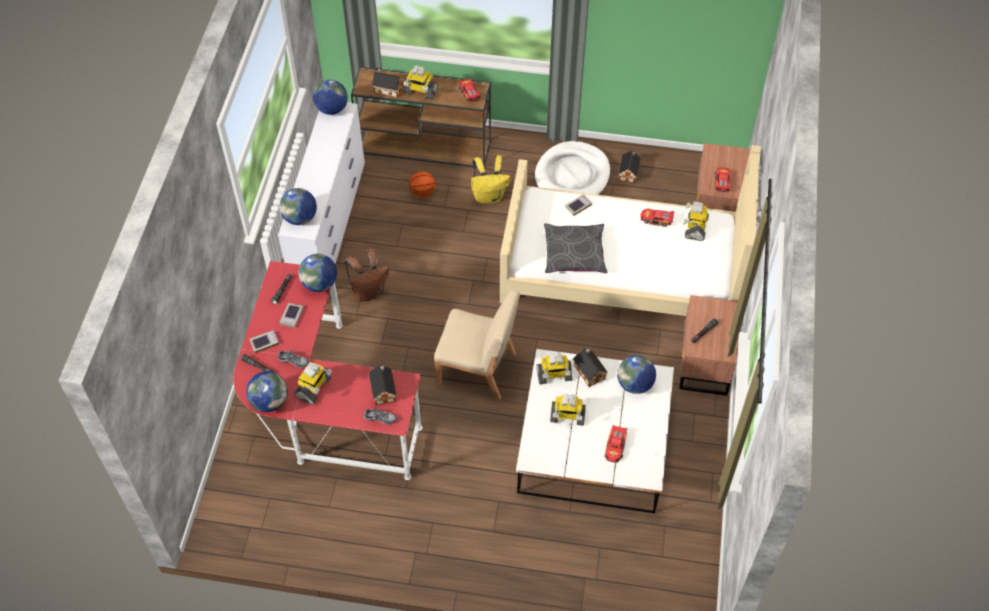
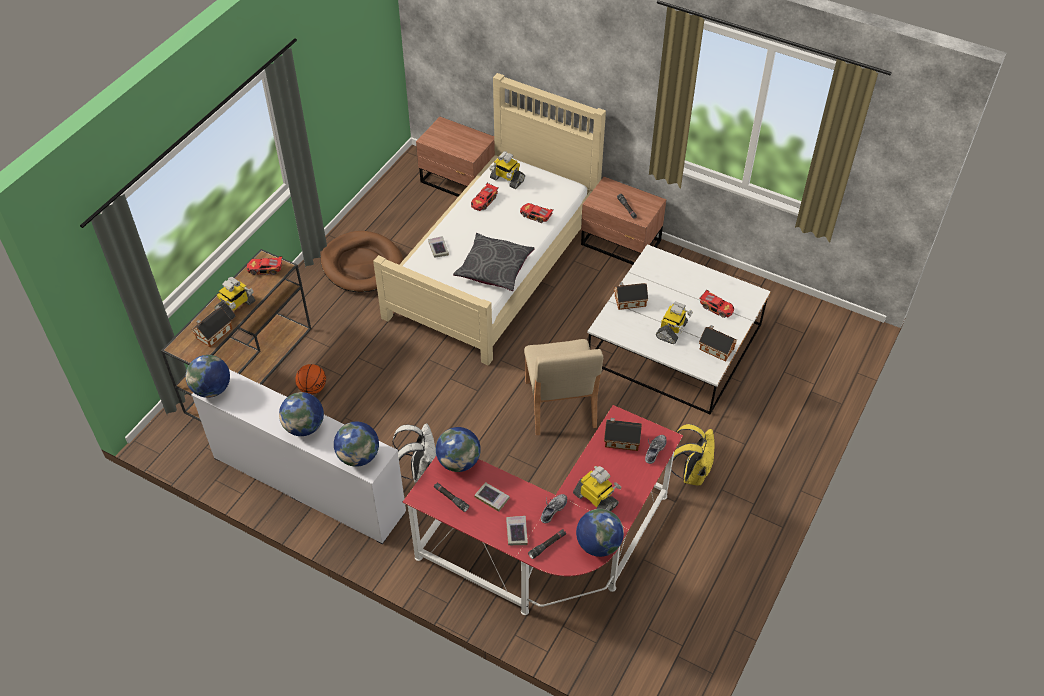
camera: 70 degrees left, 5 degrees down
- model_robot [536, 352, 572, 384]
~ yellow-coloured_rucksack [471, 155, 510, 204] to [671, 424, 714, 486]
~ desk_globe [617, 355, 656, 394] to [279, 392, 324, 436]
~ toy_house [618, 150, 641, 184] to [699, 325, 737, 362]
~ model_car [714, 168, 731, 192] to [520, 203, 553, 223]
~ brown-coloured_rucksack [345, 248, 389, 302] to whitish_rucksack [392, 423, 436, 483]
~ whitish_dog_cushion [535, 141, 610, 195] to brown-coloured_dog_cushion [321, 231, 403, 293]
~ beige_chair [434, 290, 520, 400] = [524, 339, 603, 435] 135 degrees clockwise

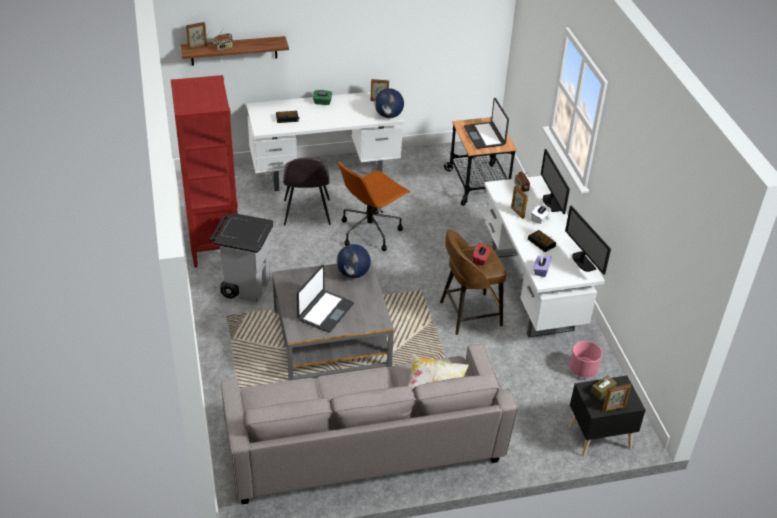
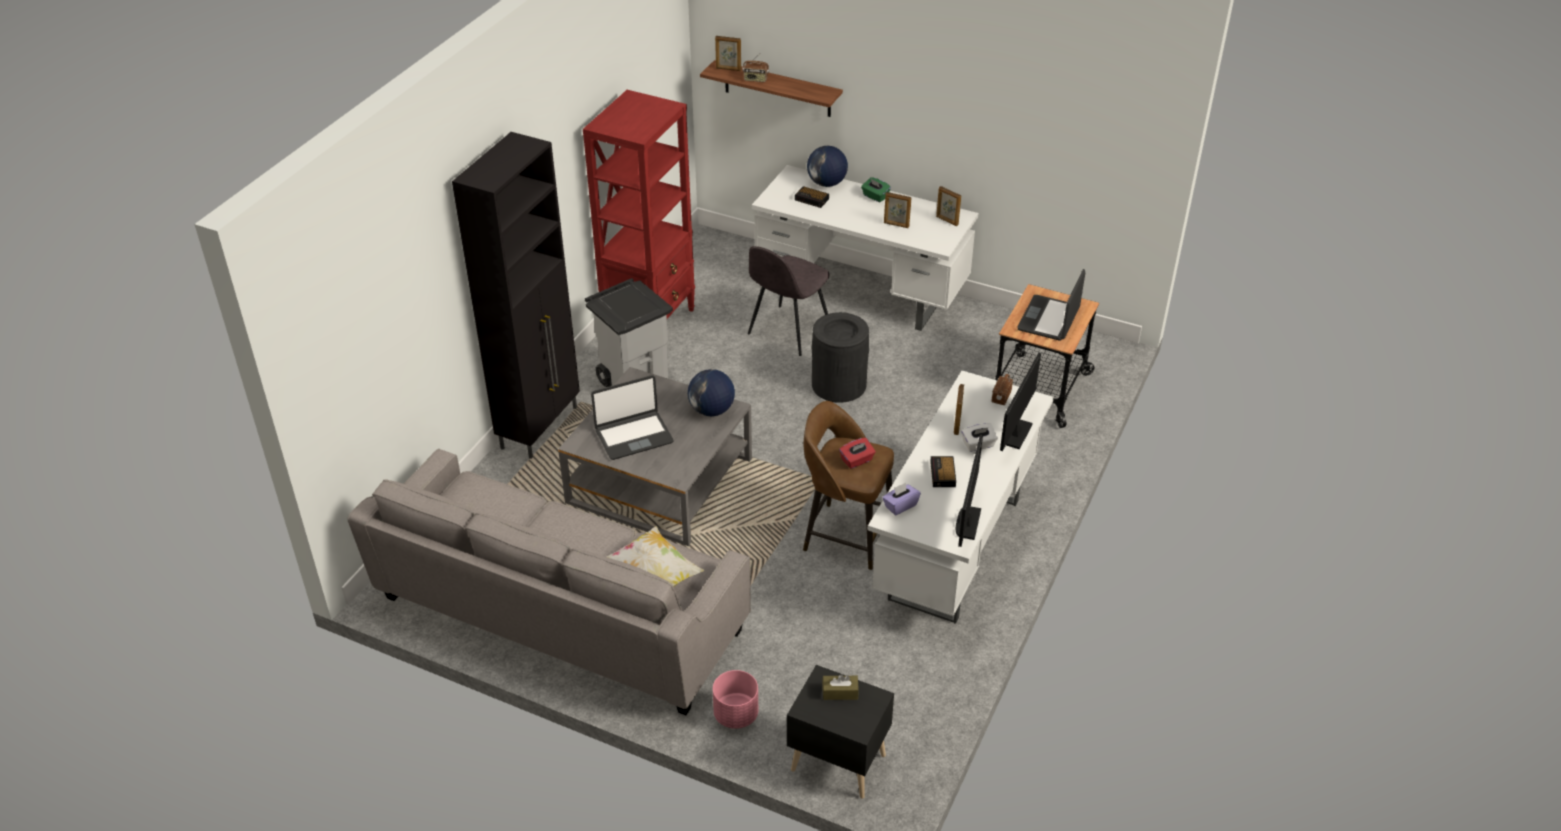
camera: 40 degrees right, 0 degrees up
+ blackish_cabinet [452, 132, 580, 459]
~ desk_globe [374, 89, 404, 118] to [807, 146, 848, 187]
~ pink-coloured_flower_pot [570, 341, 602, 378] to [713, 670, 758, 729]
~ standing_frame [602, 384, 631, 412] to [884, 192, 911, 228]
~ brown-coloured_computer_chair [338, 161, 410, 251] to blackish_rubbish_bin [812, 312, 869, 403]

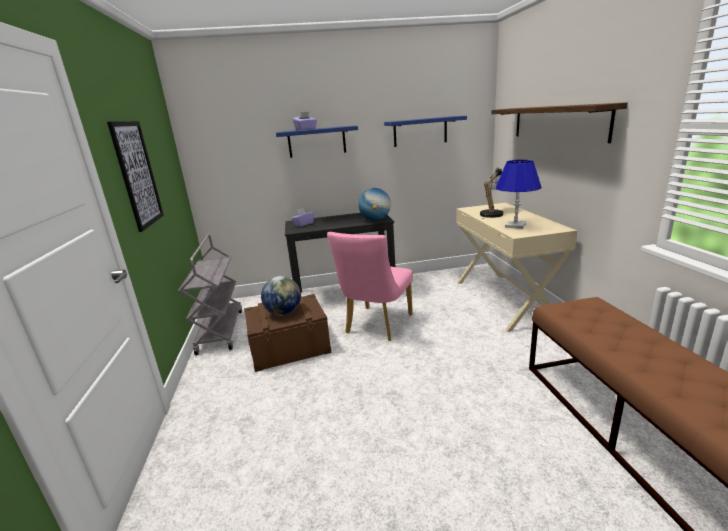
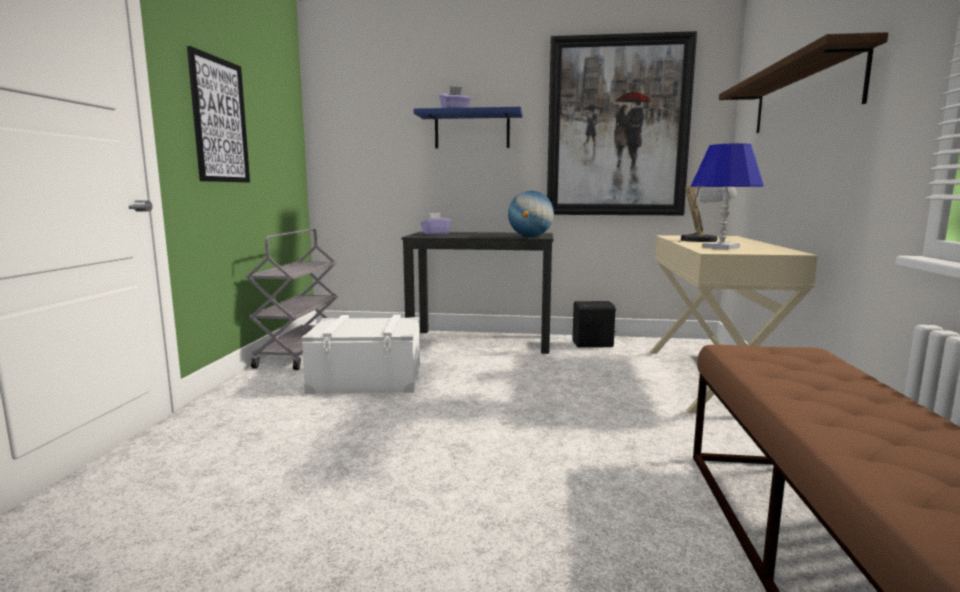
camera: 15 degrees right, 10 degrees down
- desk_globe [261, 276, 301, 316]
- pink-coloured_chair [327, 232, 413, 341]
+ blackish_loudspeaker [573, 301, 617, 347]
~ blue_bracket_shelf [384, 116, 467, 147] to wall_art [547, 31, 697, 215]
~ brown-coloured_storage_bin [244, 294, 331, 372] to whitish_storage_bin [301, 314, 420, 394]

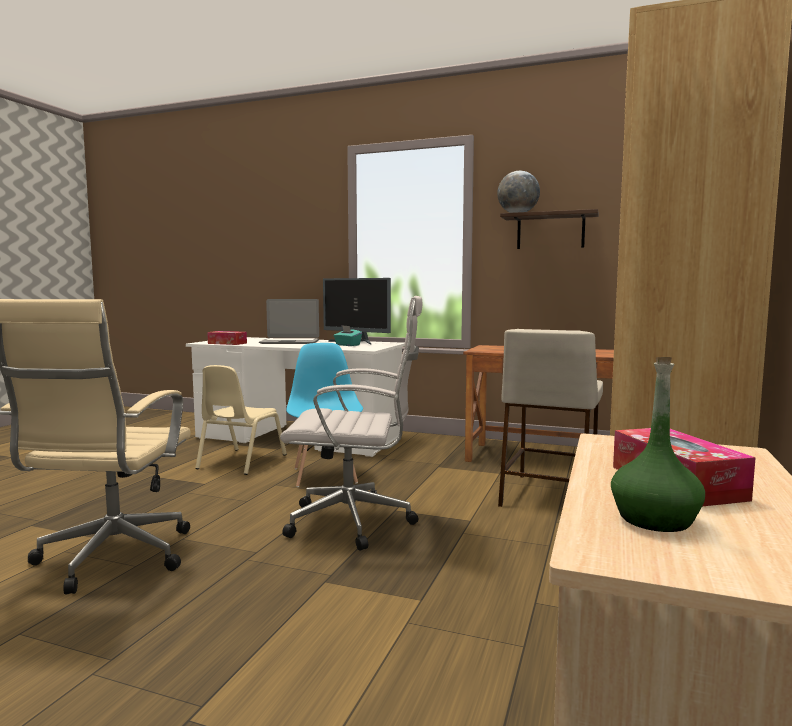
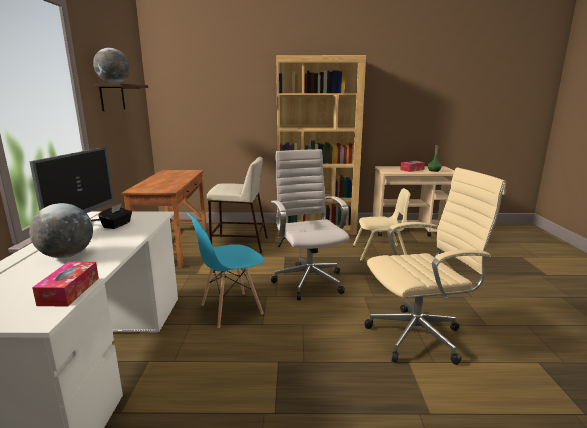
camera: 110 degrees left, 10 degrees up
~ beige_chair [195, 365, 287, 475] to [353, 188, 410, 261]
~ laptop [259, 299, 319, 344] to desk_globe [29, 203, 93, 258]
~ turquoise-coloured_tissue_box [334, 325, 362, 346] to blackish_tissue_box [98, 204, 132, 229]

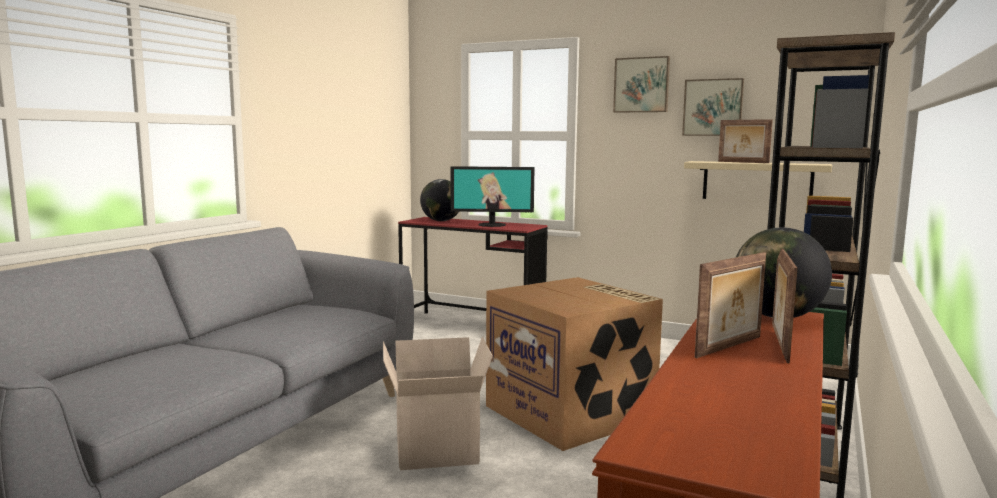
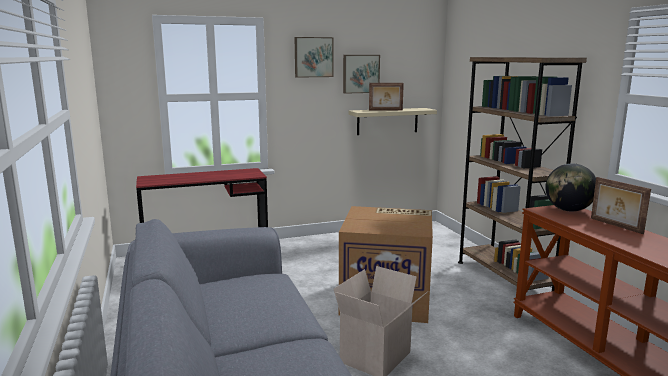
camera: 45 degrees left, 5 degrees up
- desk_globe [420, 179, 459, 221]
- monitor [451, 166, 534, 227]
- standing_frame [695, 252, 766, 358]

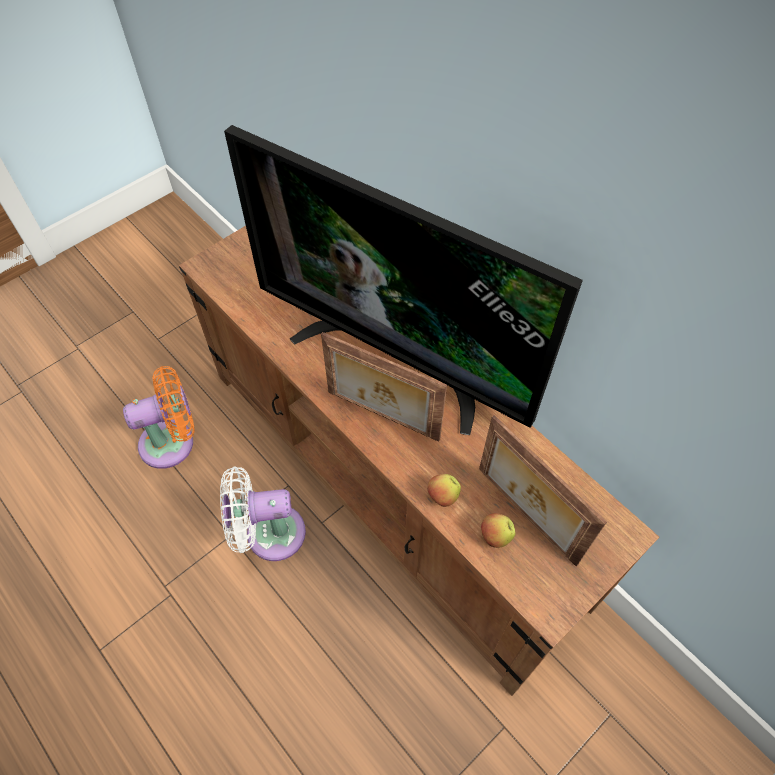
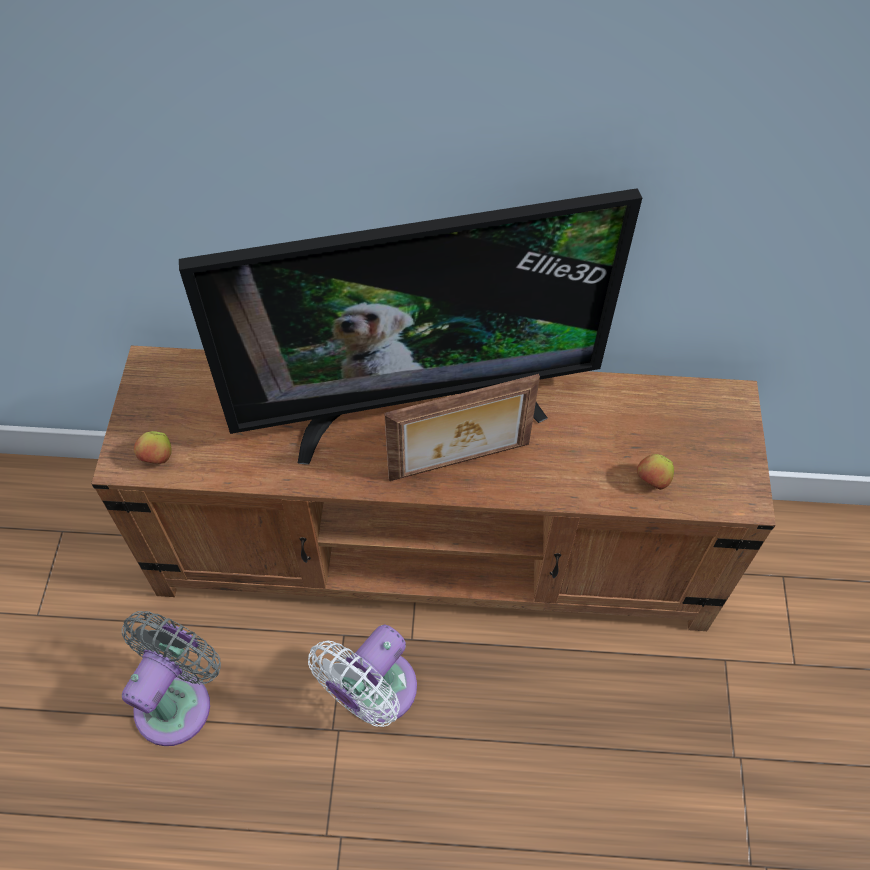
camera: 45 degrees left, 0 degrees up
- standing_frame [479, 415, 607, 566]
~ apple_fruit [427, 474, 461, 507] to [134, 431, 172, 464]
~ orangey_fan [123, 366, 195, 469] to gray_fan [122, 611, 221, 746]

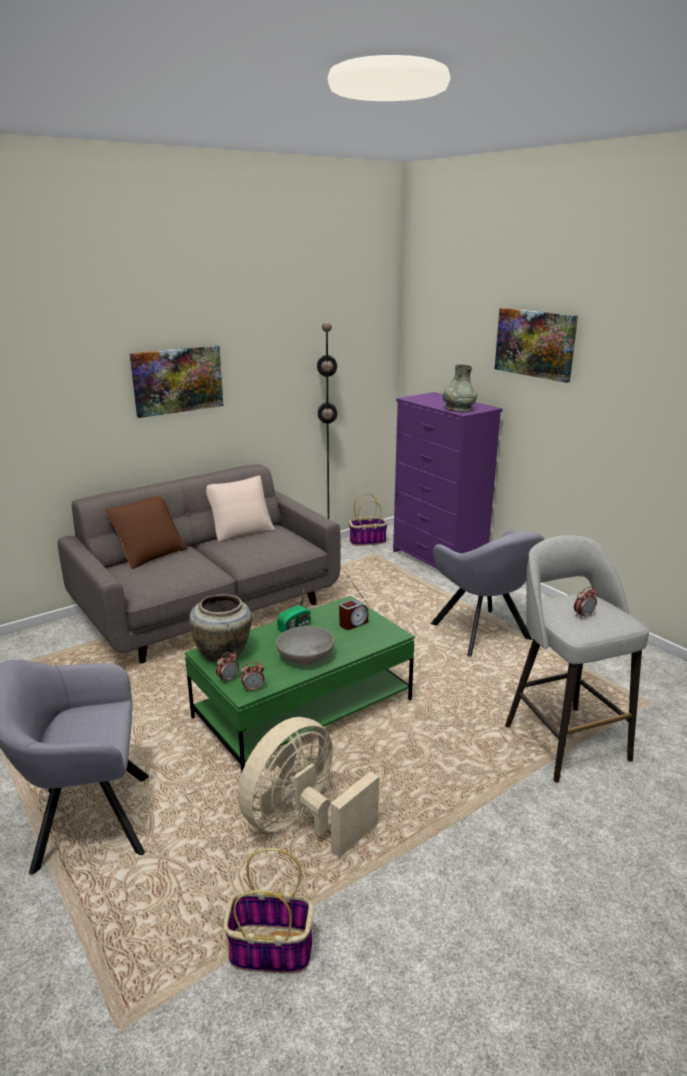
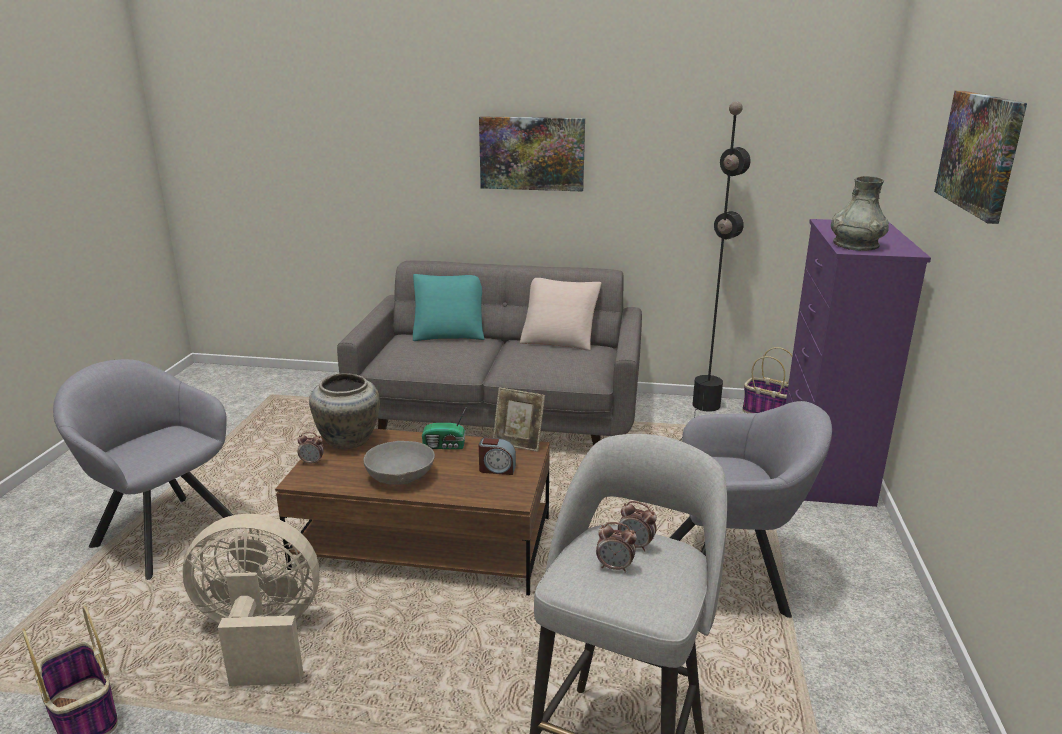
camera: 45 degrees right, 0 degrees up
+ standing_frame [493, 387, 545, 452]
~ alarm_clock [241, 662, 264, 692] to [618, 501, 657, 552]
~ brown-coloured_throw_pillow [105, 496, 188, 569] to turquoise-coloured_throw_pillow [413, 274, 485, 341]
~ greenish_low_table [185, 596, 415, 774] to brown-coloured_low_table [275, 429, 550, 596]
~ gray_armchair [431, 530, 545, 657] = [669, 401, 832, 618] 105 degrees counterclockwise

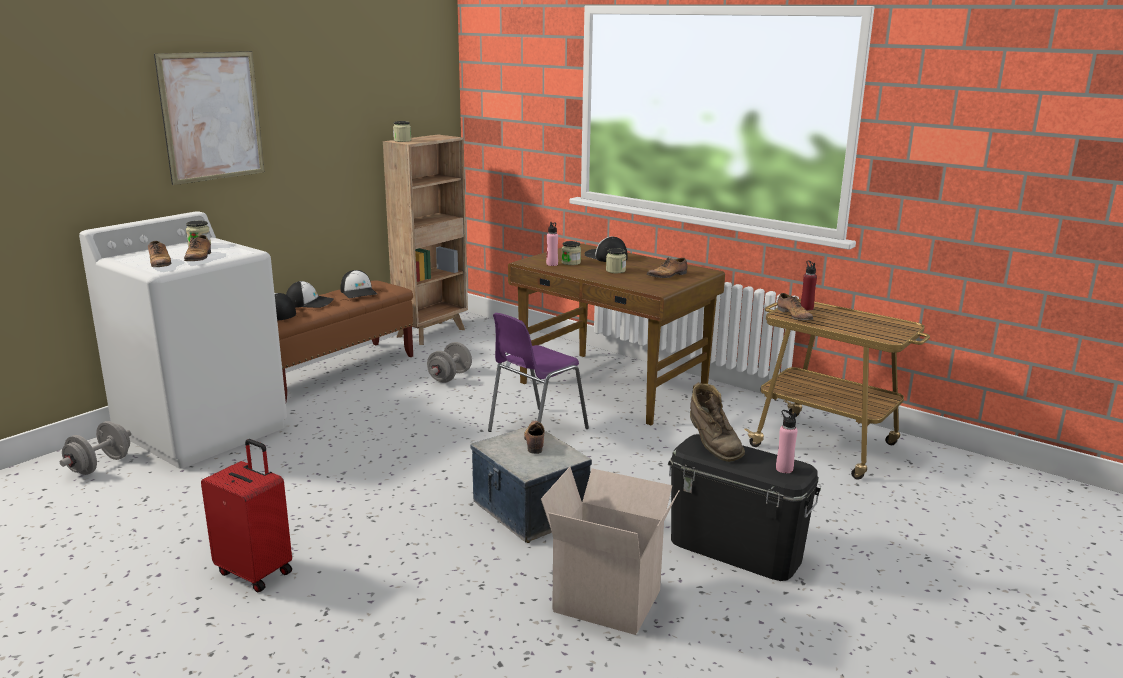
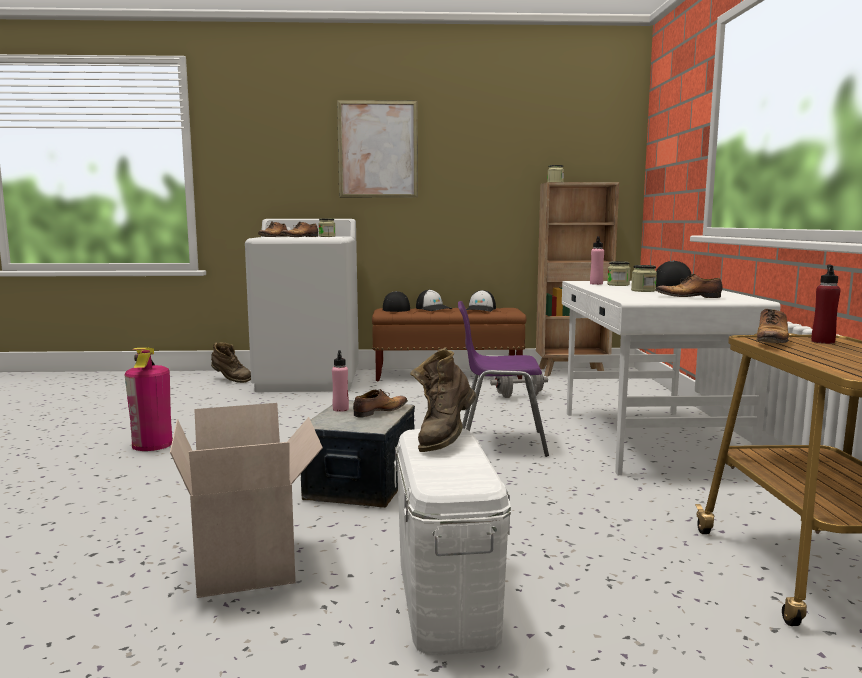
camera: 50 degrees right, 10 degrees down
~ pink-coloured_beverage_bottle [776, 410, 798, 473] to [332, 350, 349, 412]
~ gray_hand_weight [60, 421, 131, 475] to brown-coloured_tall_boot [211, 343, 251, 383]
~ red-coloured_piece_of_luggage [201, 439, 292, 592] to fire_extinguisher [125, 348, 173, 451]
~ brown-coloured_desk_unit [508, 243, 725, 425] to whitish_desk_unit [562, 281, 781, 475]
~ blackish_storage_bin [668, 434, 821, 581] to whitish_storage_bin [394, 428, 511, 655]

